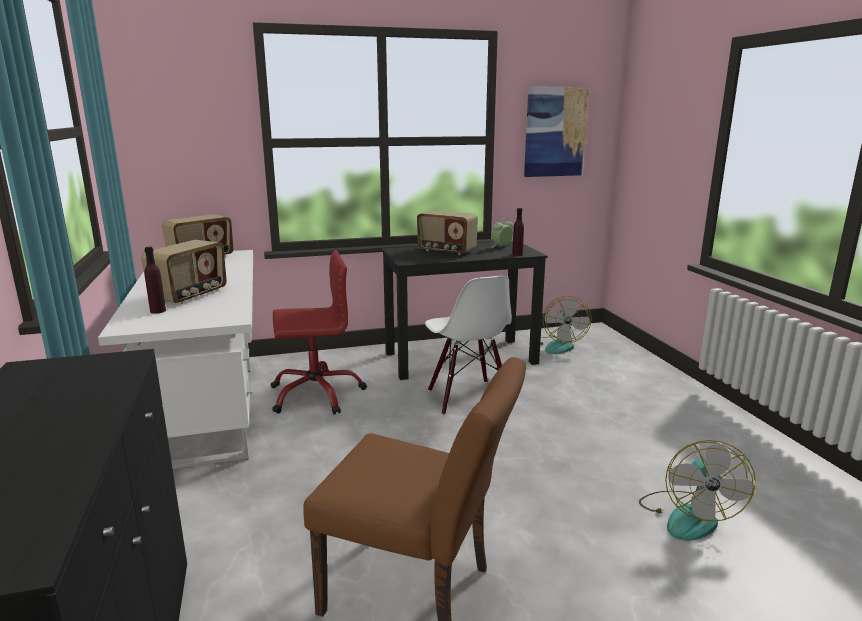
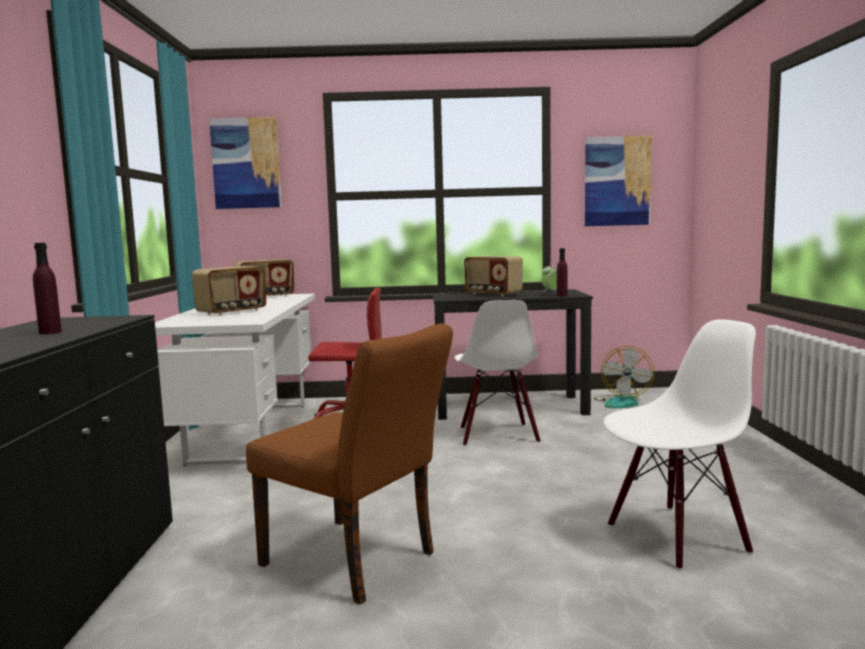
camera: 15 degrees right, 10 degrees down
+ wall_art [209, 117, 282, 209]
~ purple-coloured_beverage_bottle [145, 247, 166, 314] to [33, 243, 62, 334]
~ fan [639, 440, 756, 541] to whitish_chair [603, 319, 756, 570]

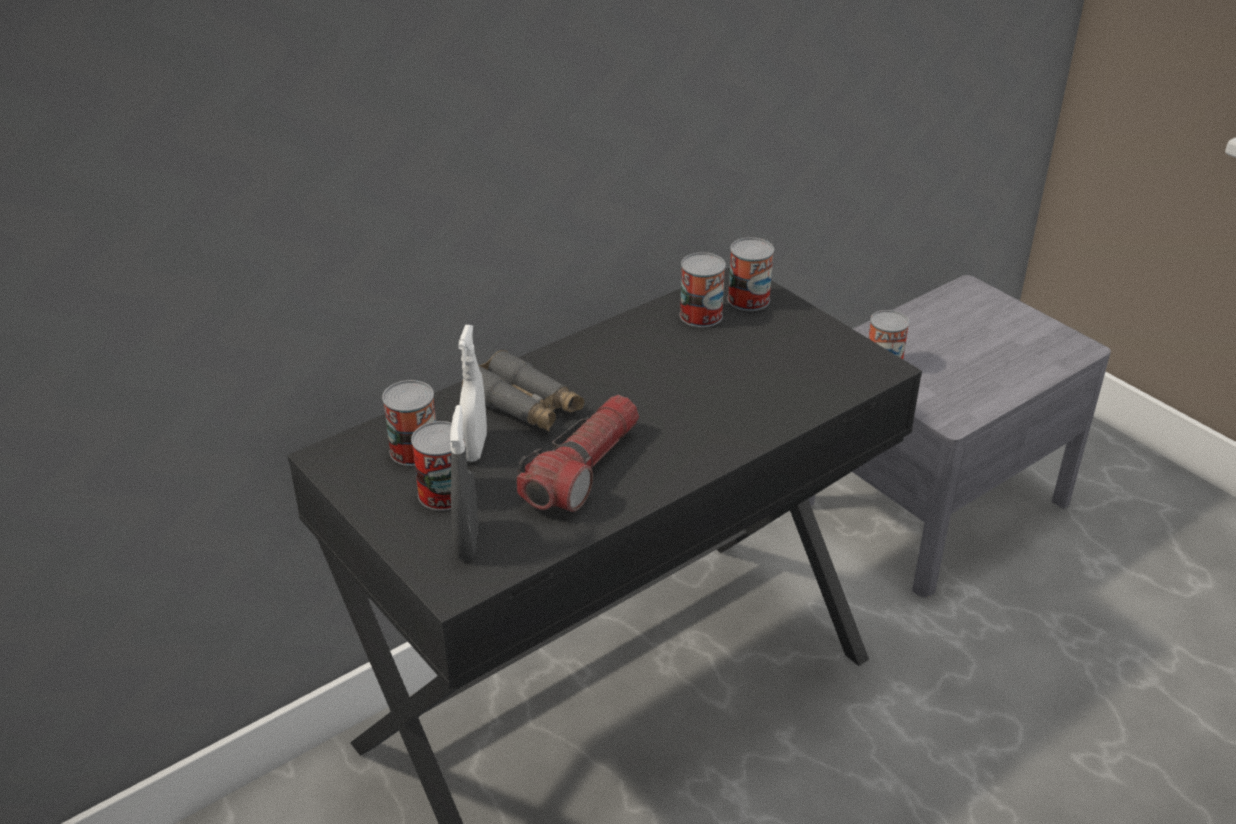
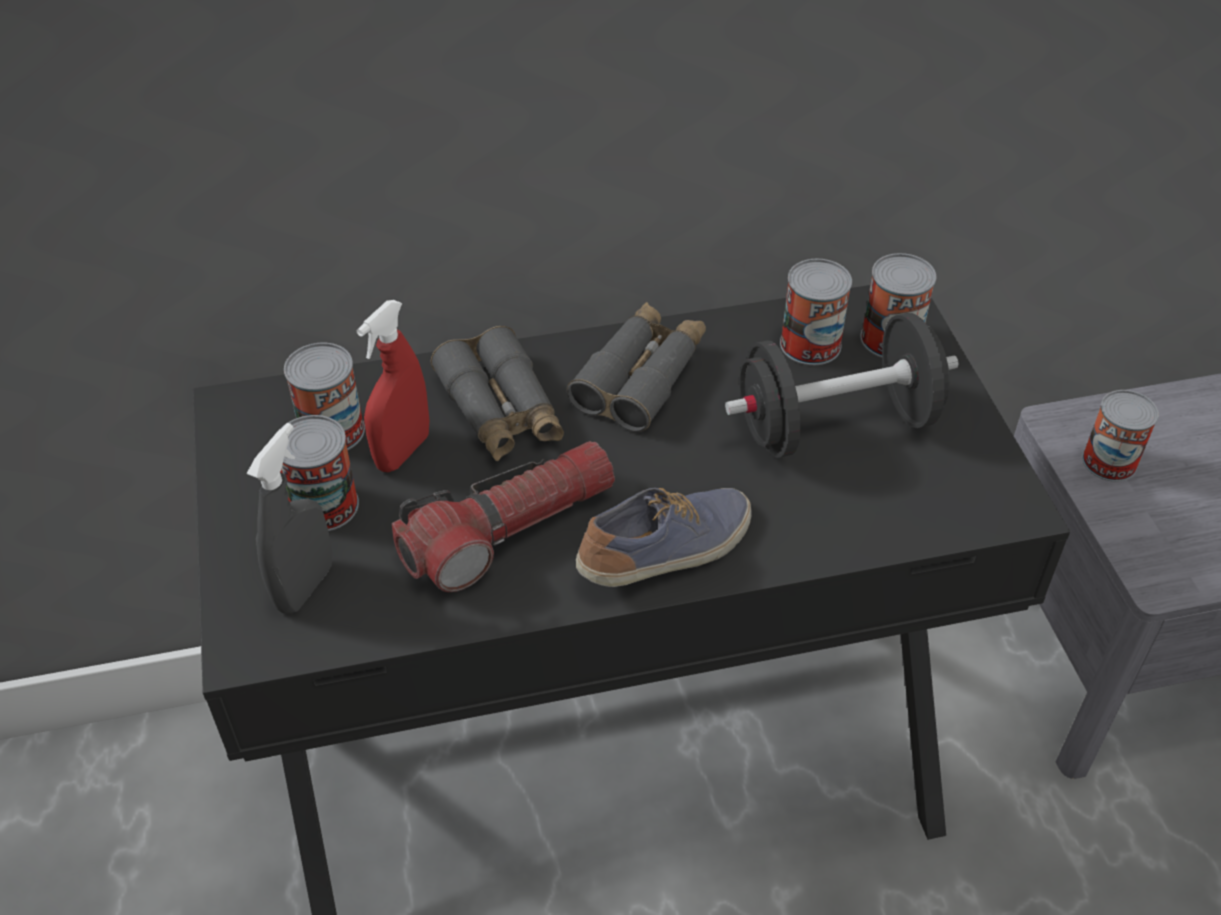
camera: 25 degrees right, 10 degrees up
+ gray_pair_of_binoculars [567, 302, 706, 432]
+ low_shoe [576, 488, 751, 587]
+ blackish_hand_weight [725, 313, 958, 458]
~ whitish_sprayer [458, 325, 487, 462] to red-coloured_sprayer [356, 300, 429, 472]

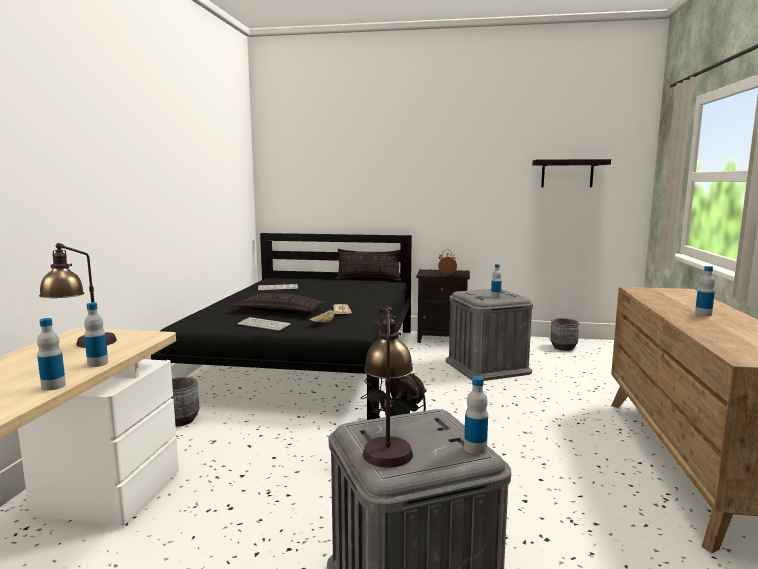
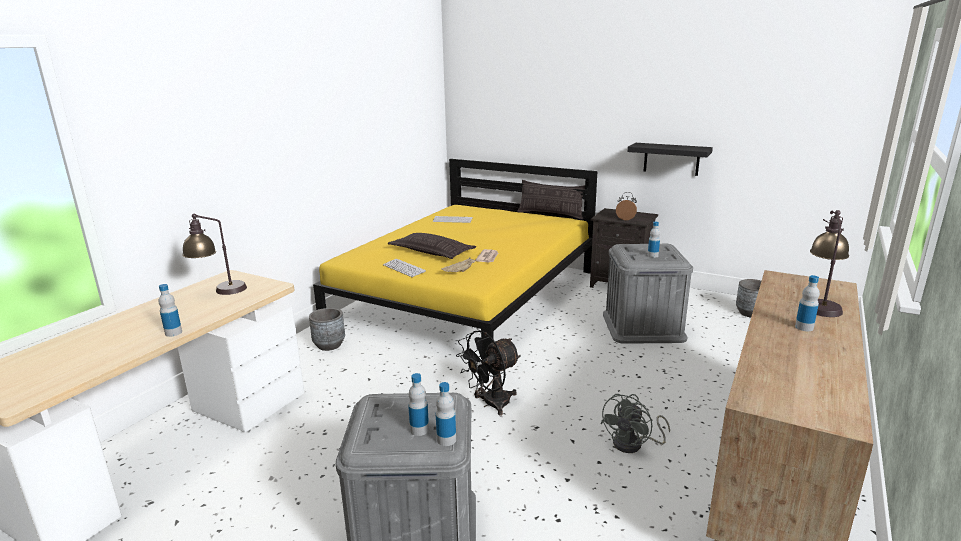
camera: 20 degrees right, 10 degrees up
+ gray_fan [600, 394, 670, 453]
~ beverage_bottle [84, 303, 108, 367] to [408, 373, 429, 436]
~ tabletop_lamp [363, 307, 413, 468] to [810, 210, 849, 317]
~ blackish_bracket_shelf [532, 159, 611, 187] to [628, 143, 713, 176]
~ blackish_bedroom_bed [151, 233, 412, 420] to yellow-coloured_bedroom_bed [313, 159, 598, 372]

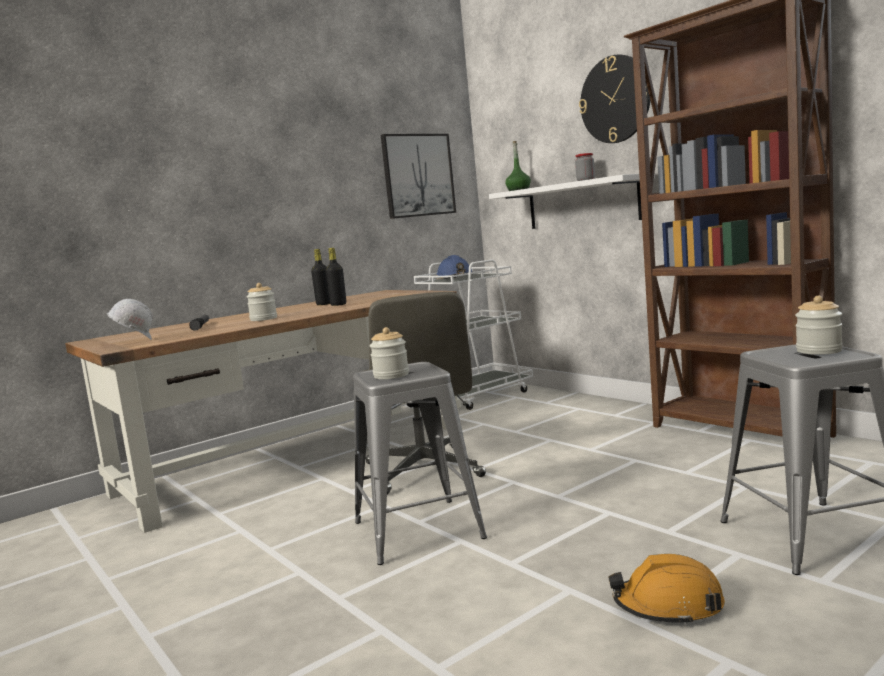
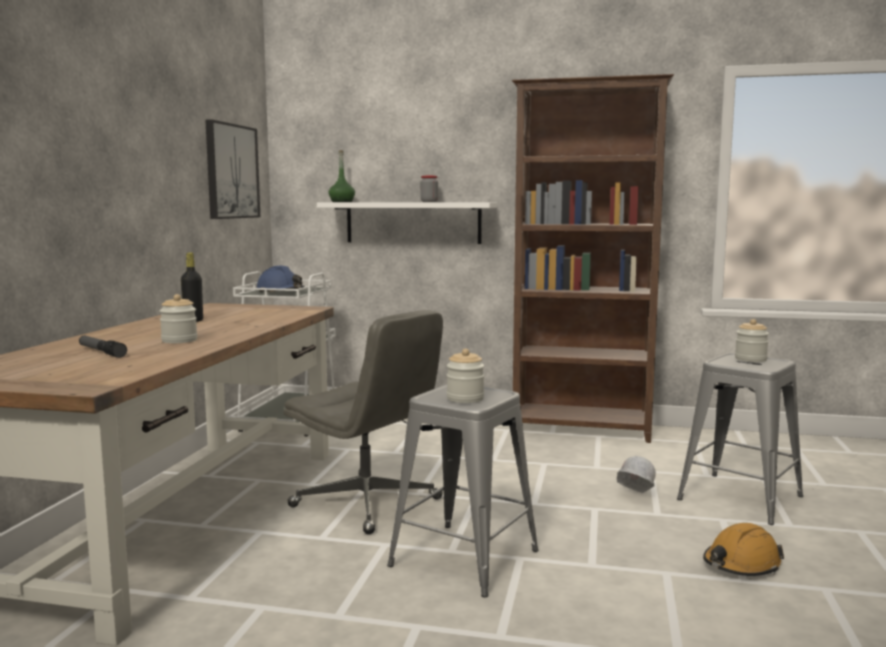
camera: 40 degrees left, 0 degrees up
- blackish_beverage_bottle [326, 248, 346, 306]
- hanging_clock [579, 55, 651, 143]
~ whitish_hard_hat [107, 299, 153, 340] to [617, 456, 656, 493]

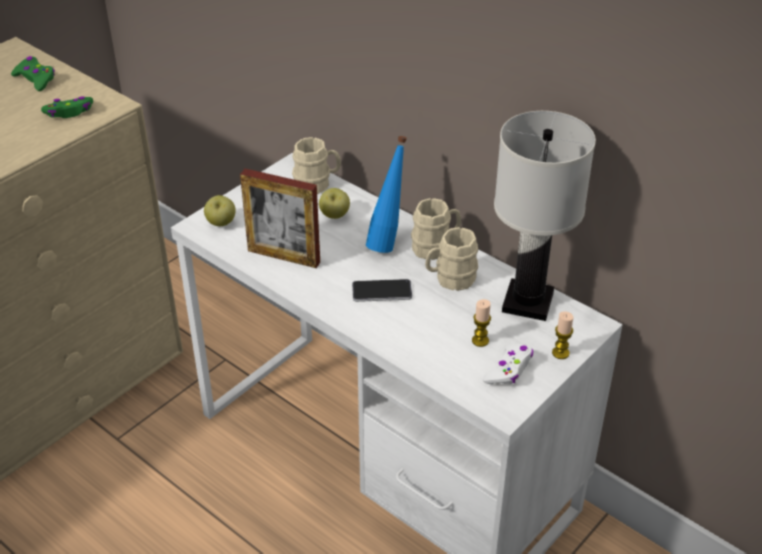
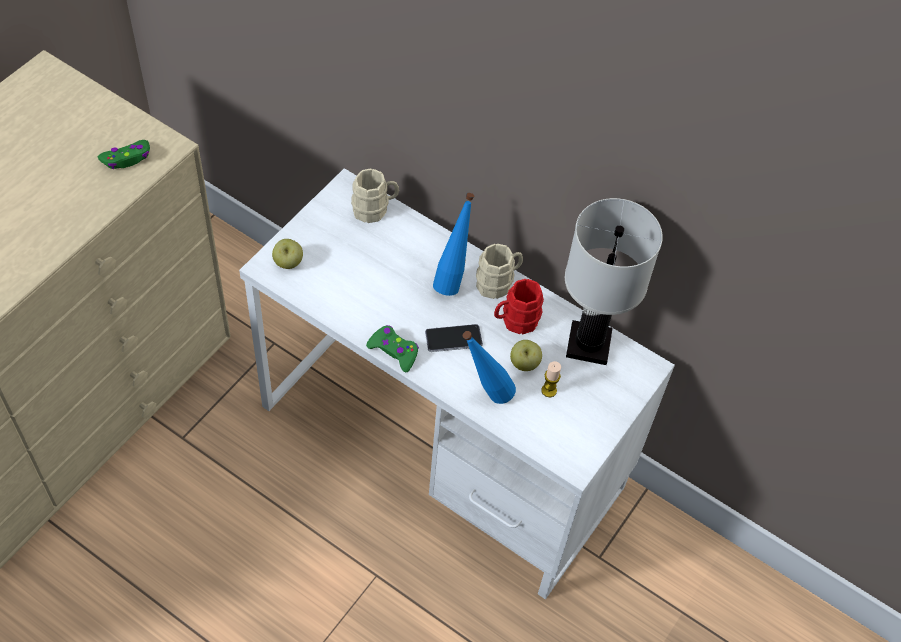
camera: 10 degrees left, 15 degrees up
- standing_frame [240, 168, 320, 268]
- whitish_game_controller [483, 343, 533, 384]
- wax_candle [552, 311, 573, 359]
+ blue_beverage_bottle [463, 331, 516, 404]
~ greenish_game_controller [11, 56, 55, 91] to [366, 325, 419, 373]
~ apple_fruit [319, 188, 350, 219] to [510, 340, 542, 371]
~ beige_mug [425, 227, 478, 291] to red-coloured_mug [494, 279, 544, 334]

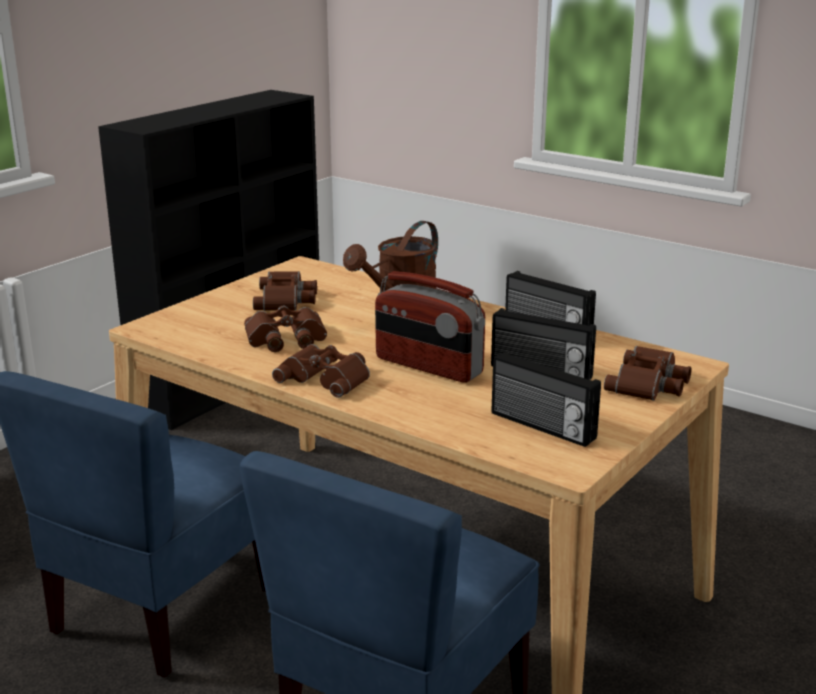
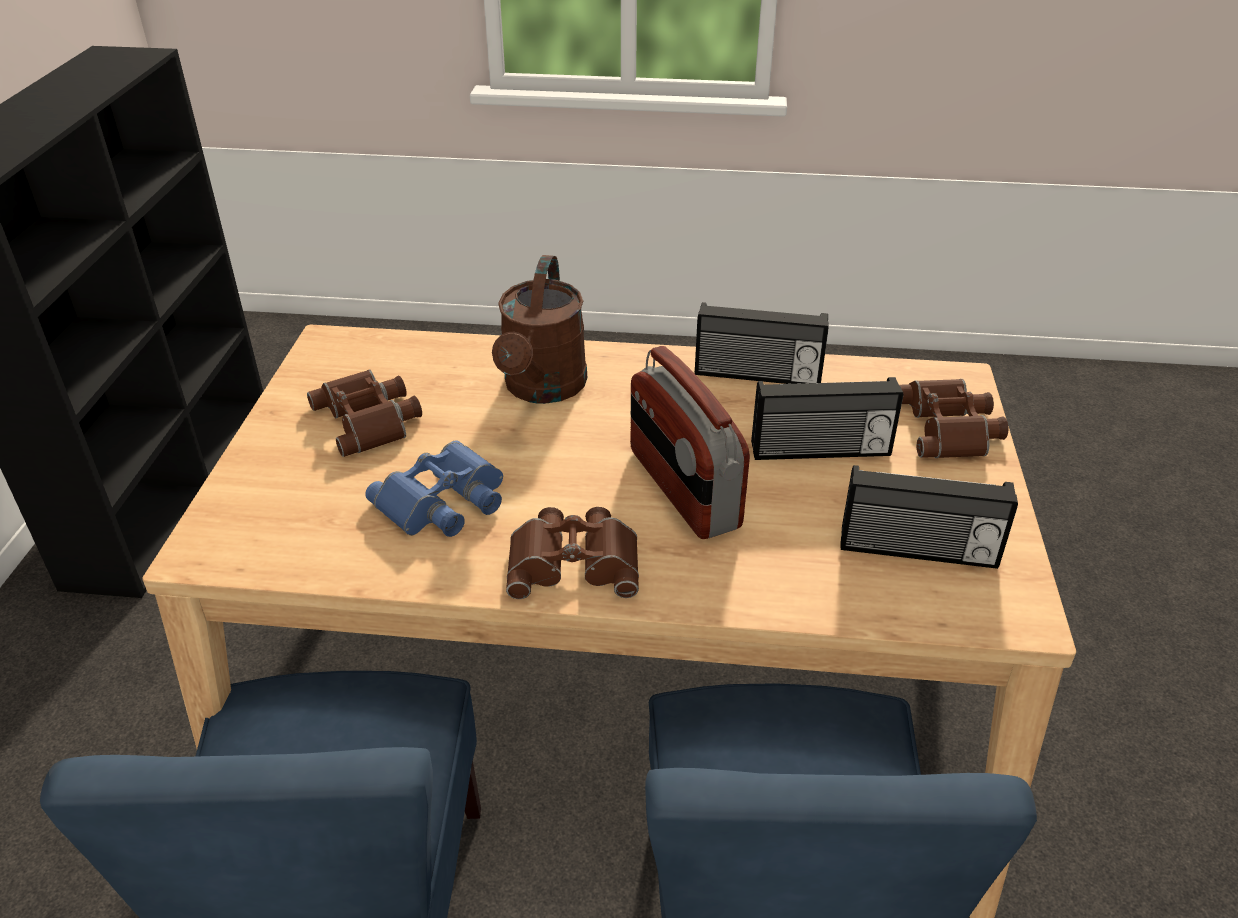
camera: 30 degrees left, 15 degrees up
~ brown-coloured_pair_of_binoculars [244, 306, 327, 352] to blue_pair_of_binoculars [365, 440, 503, 537]
~ radio_receiver [375, 271, 485, 383] = [630, 346, 750, 539] 60 degrees clockwise

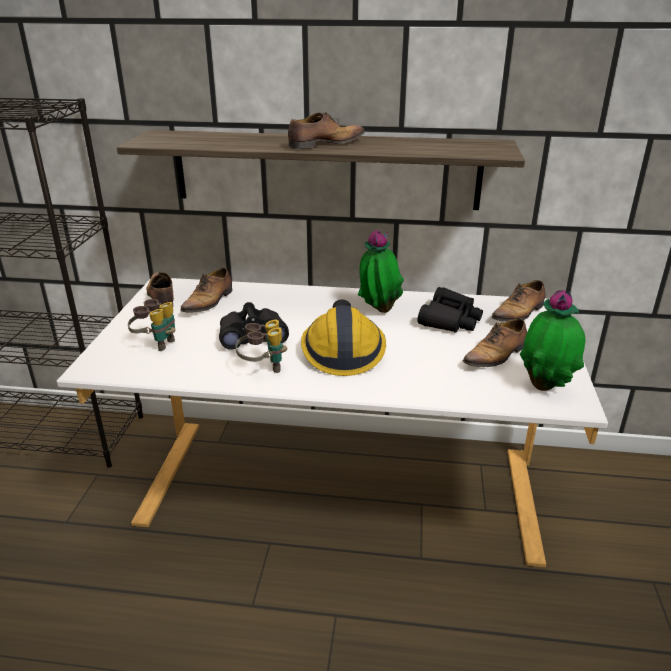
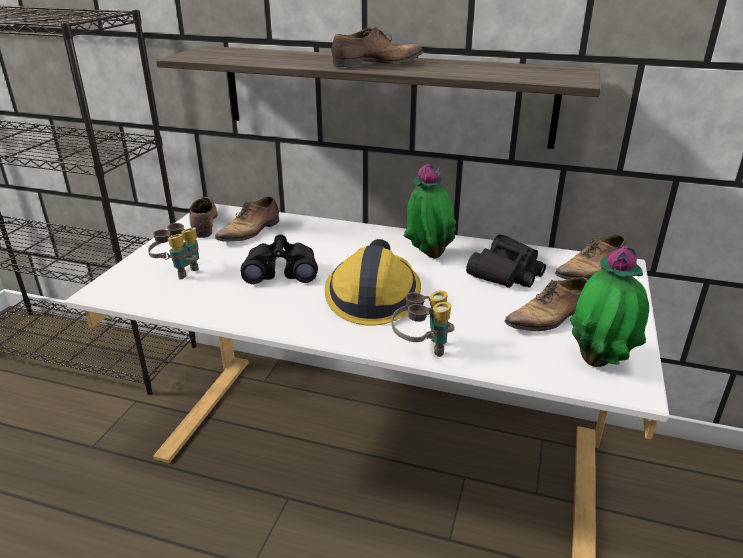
camera: 10 degrees right, 0 degrees up
~ pair_of_binoculars [236, 320, 287, 373] to [392, 291, 454, 357]

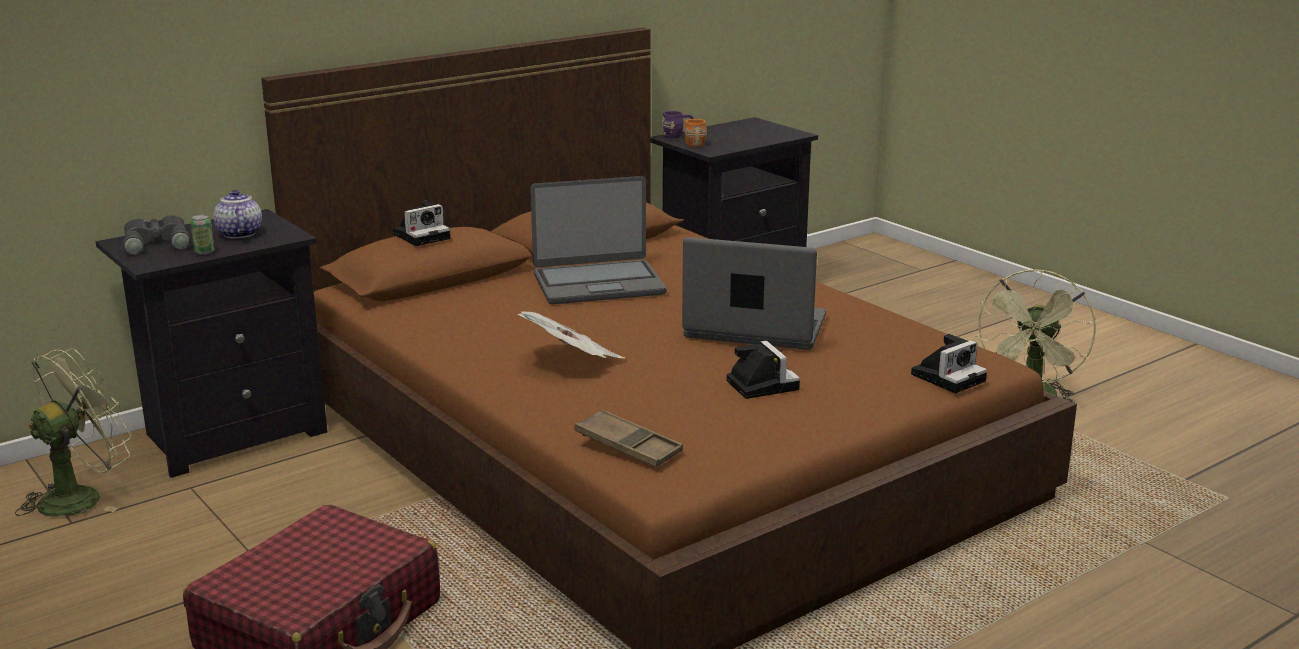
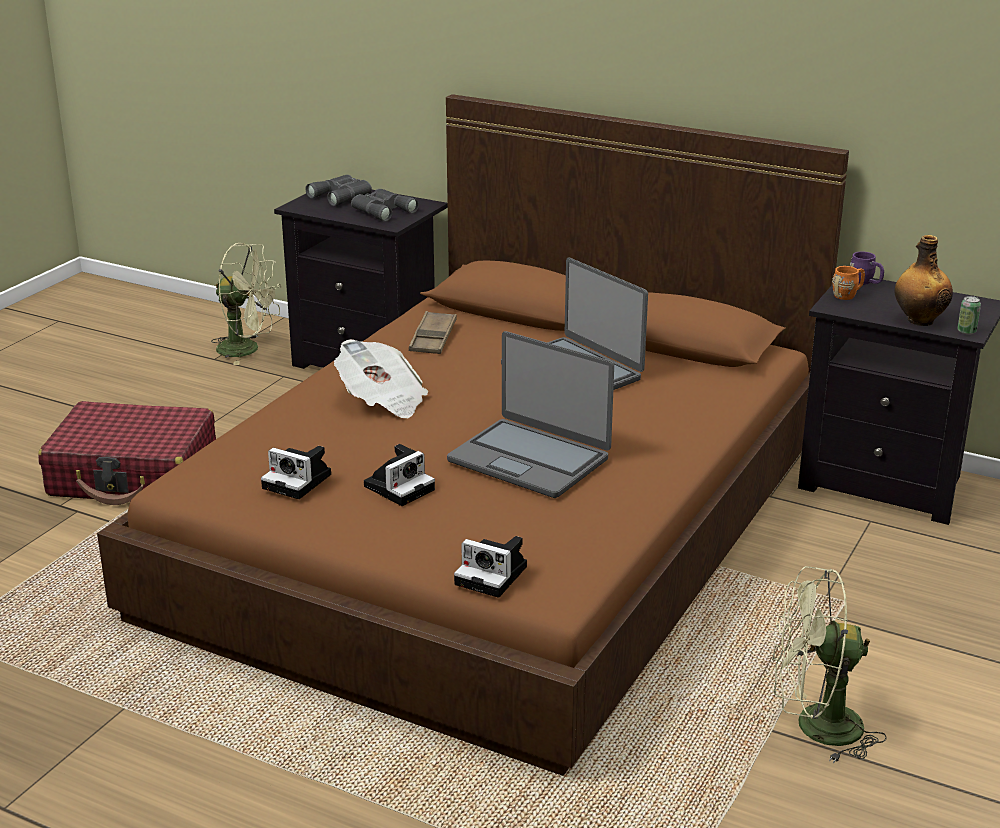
camera: 65 degrees right, 5 degrees up
+ beverage_bottle [894, 235, 953, 326]
~ metal_can [190, 215, 215, 255] to [957, 296, 981, 335]
~ photo_camera [392, 200, 450, 246] to [261, 446, 331, 499]
~ brown-coloured_carrying_tray [574, 409, 683, 467] to [409, 311, 457, 354]
~ pot_for_tea [213, 190, 262, 238] to gray_pair_of_binoculars [351, 189, 419, 222]
~ laptop [682, 237, 826, 350] = [447, 331, 614, 498] 135 degrees clockwise

